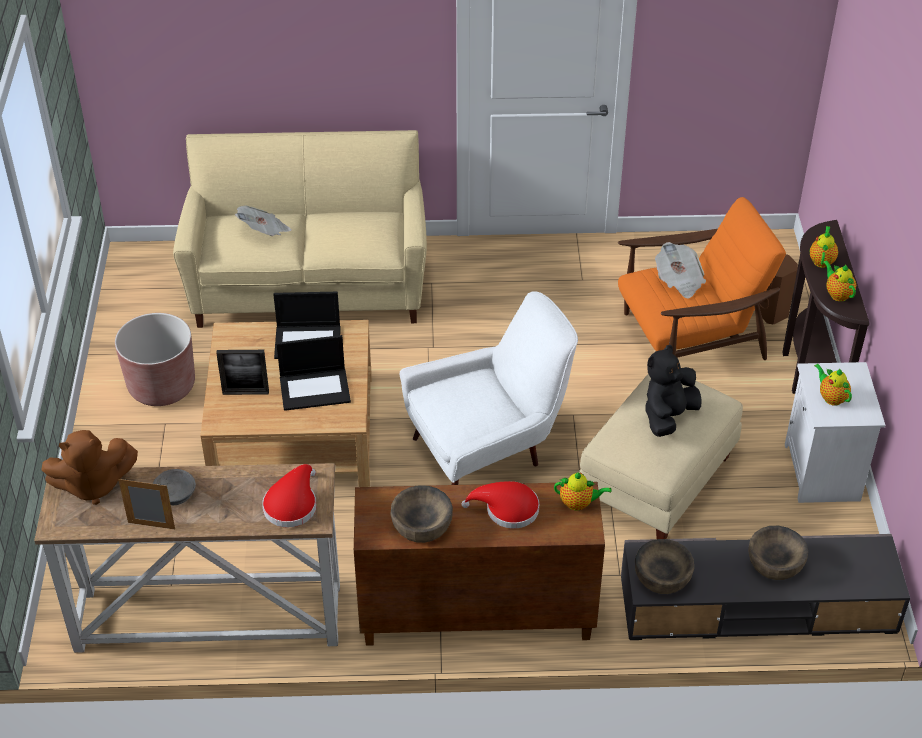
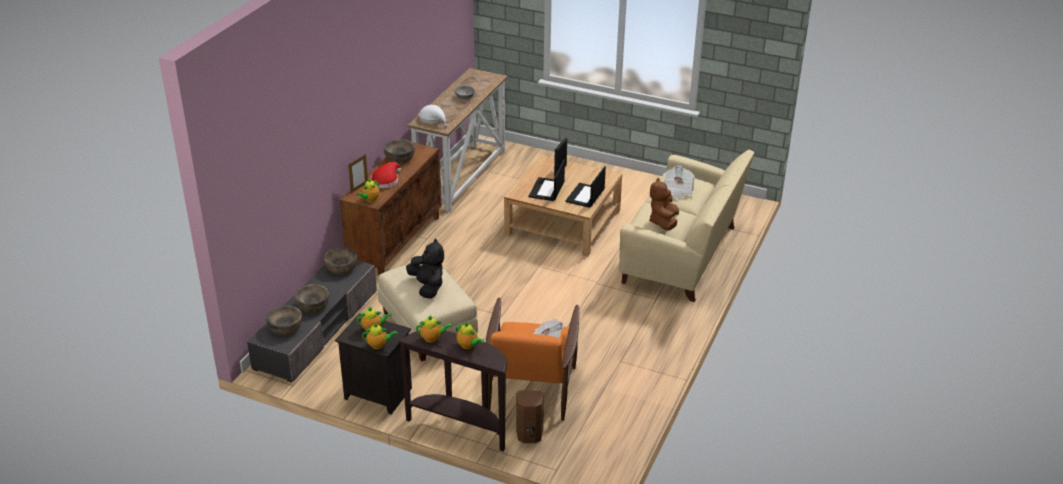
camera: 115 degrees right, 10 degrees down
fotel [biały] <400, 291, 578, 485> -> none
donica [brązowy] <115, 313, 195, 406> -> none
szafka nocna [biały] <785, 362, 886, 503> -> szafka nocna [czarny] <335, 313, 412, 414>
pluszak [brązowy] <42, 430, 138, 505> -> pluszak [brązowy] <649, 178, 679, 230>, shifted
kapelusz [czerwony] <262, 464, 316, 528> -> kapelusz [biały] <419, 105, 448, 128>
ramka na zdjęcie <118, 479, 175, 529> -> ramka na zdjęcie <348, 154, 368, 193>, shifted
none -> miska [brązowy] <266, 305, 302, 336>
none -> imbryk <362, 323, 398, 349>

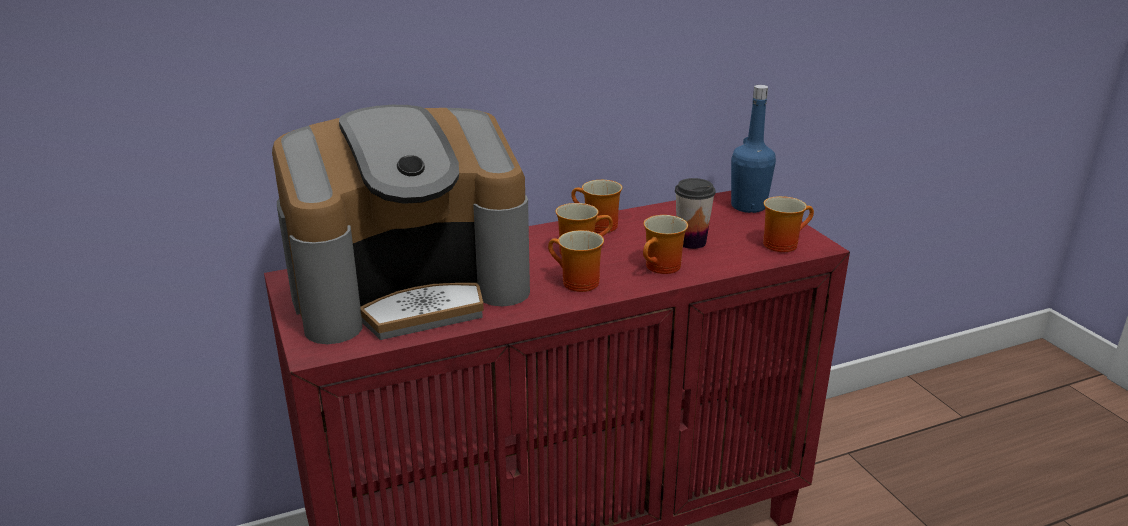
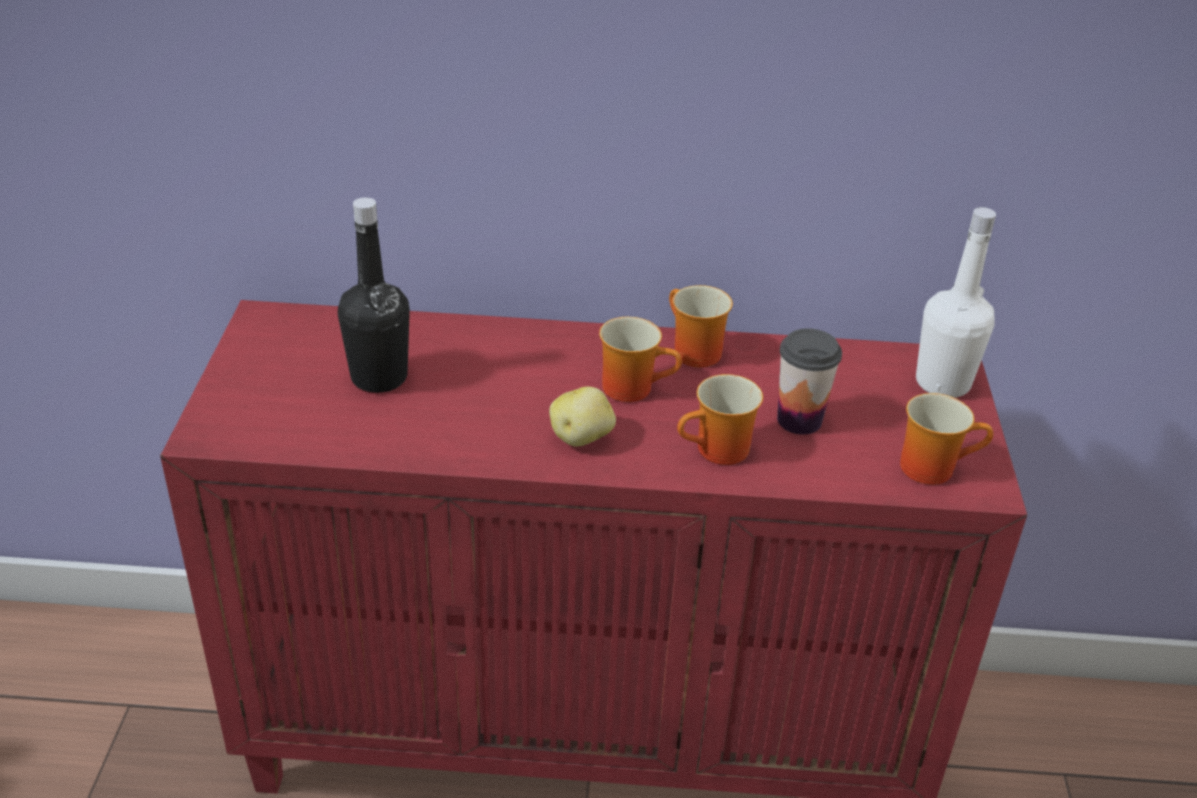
camera: 25 degrees right, 10 degrees up
butelka [niebieski] <731, 85, 776, 213> -> butelka [biały] <916, 207, 996, 398>
ekspres do kawy <272, 105, 530, 344> -> butelka [czarny] <338, 197, 410, 393>
kubek <548, 230, 604, 292> -> ziemniak <549, 387, 616, 446>

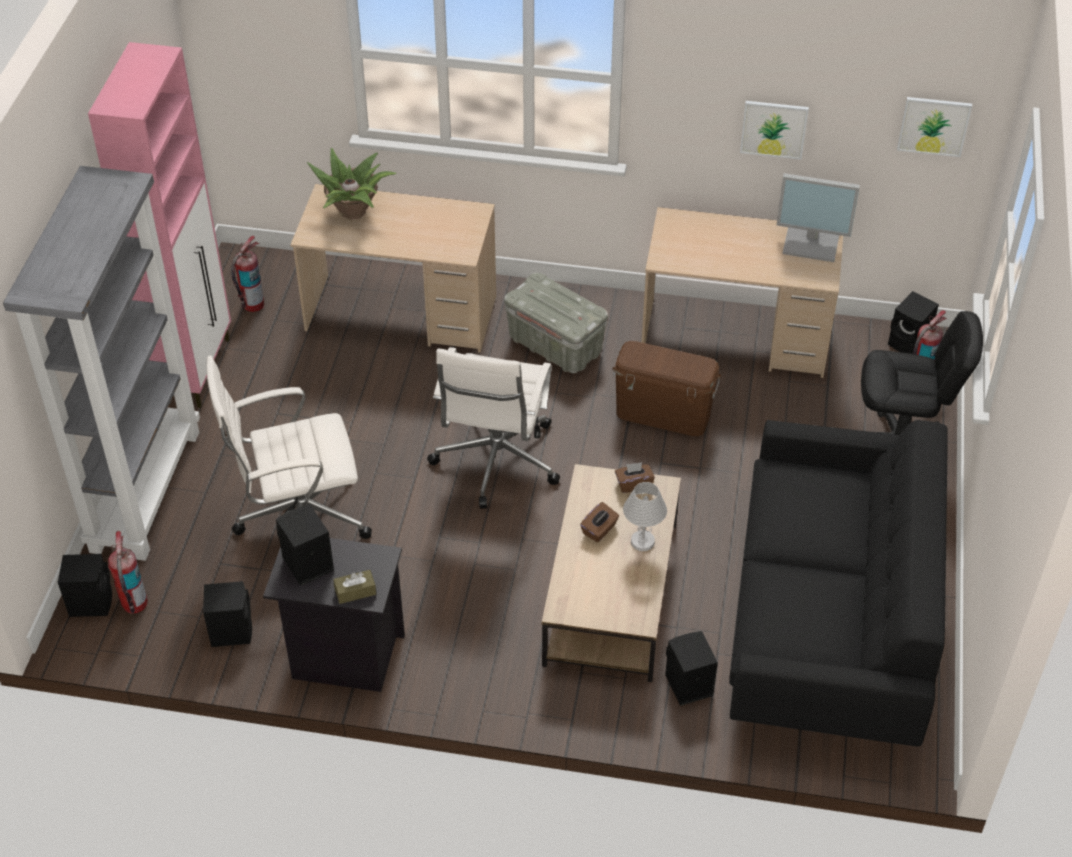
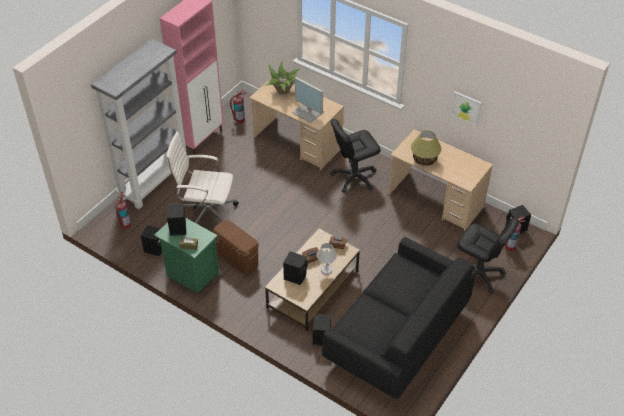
camera: 25 degrees right, 0 degrees up
obraz <897, 97, 972, 157> -> none
monitor <777, 173, 860, 262> -> monitor <292, 77, 324, 123>, shifted
pojemnik do przechowywania [szary] <504, 273, 608, 373> -> krzesło biurowe [czarny] <330, 119, 381, 193>
pojemnik do przechowywania [brązowy] <612, 341, 721, 436> -> pojemnik do przechowywania [brązowy] <213, 220, 259, 275>, shifted
krzesło biurowe [biały] <427, 347, 560, 509> -> none
szafka nocna [czarny] <263, 538, 405, 692> -> szafka nocna [zielony] <154, 218, 220, 294>
głośnik [czarny] <58, 554, 112, 617> -> głośnik [czarny] <283, 251, 308, 285>, shifted
none -> lampa stołowa <411, 130, 442, 166>

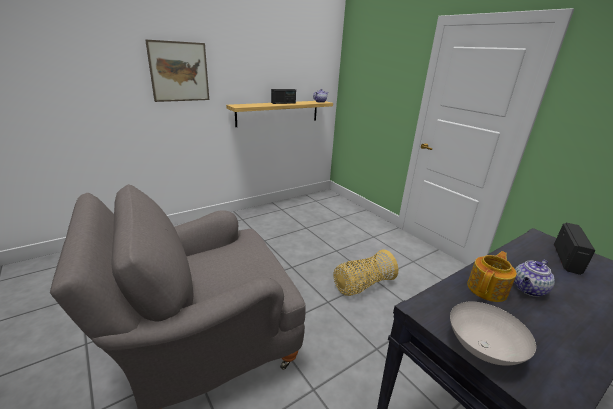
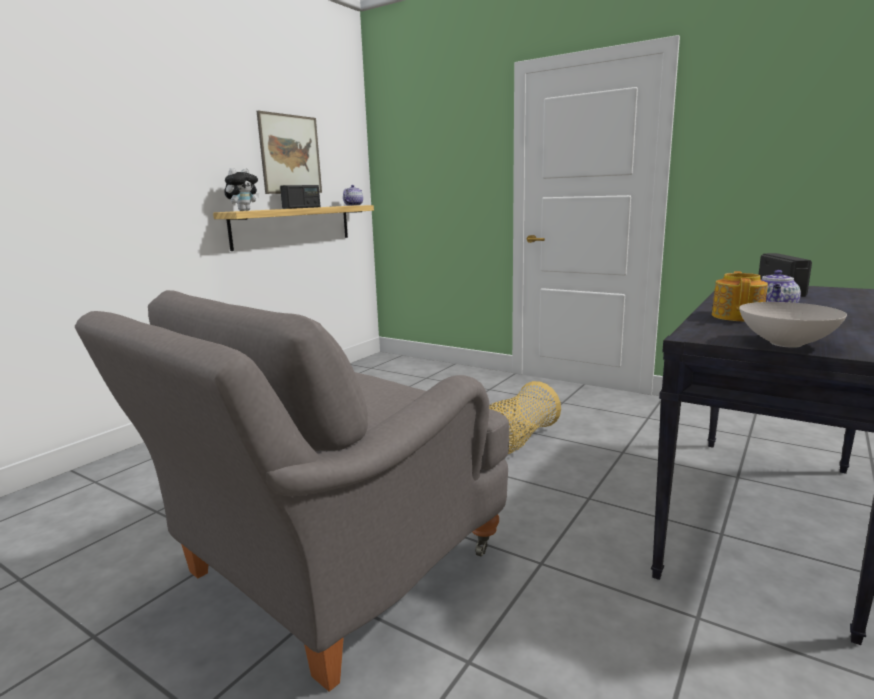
camera: 20 degrees left, 10 degrees down
obraz <145, 39, 209, 102> -> obraz <257, 111, 322, 194>, shifted
none -> pluszak <224, 168, 259, 211>

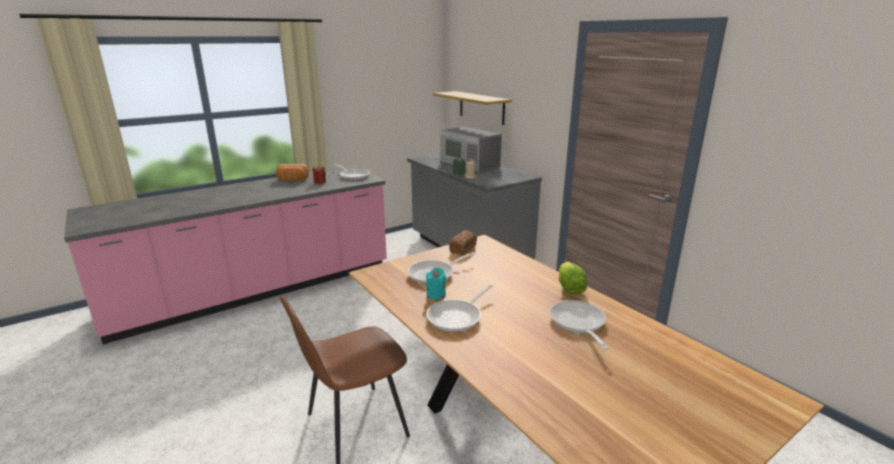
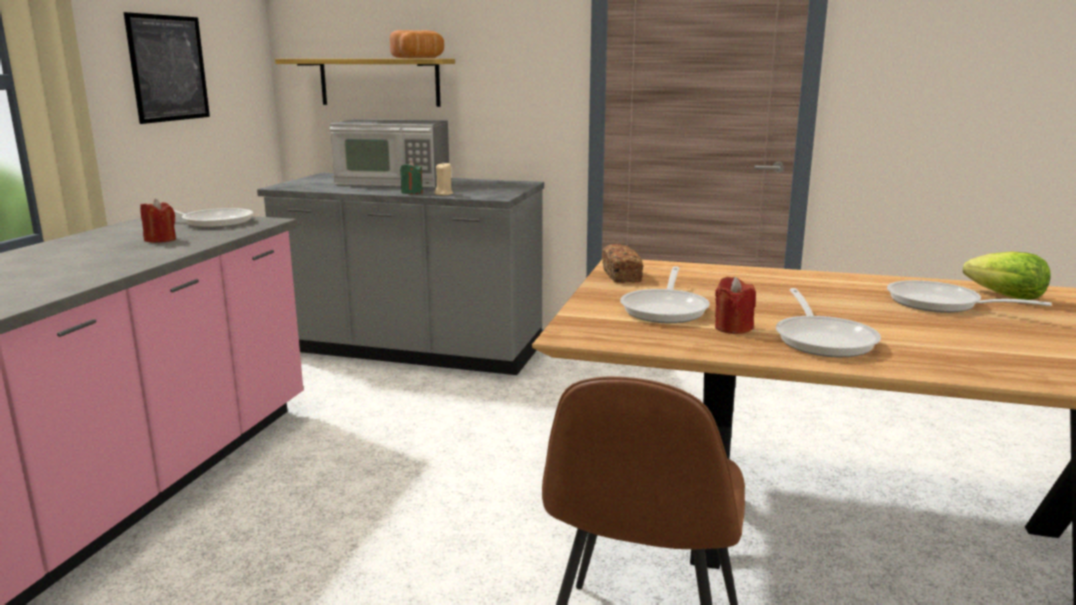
camera: 40 degrees left, 5 degrees down
chleb <276, 164, 309, 181> -> chleb <390, 30, 444, 58>, shifted
sałata <559, 262, 587, 295> -> sałata <963, 251, 1051, 300>, shifted
świeca [turkusowy] <426, 268, 446, 300> -> świeca [czerwony] <715, 277, 756, 334>
none -> obraz <124, 12, 210, 124>

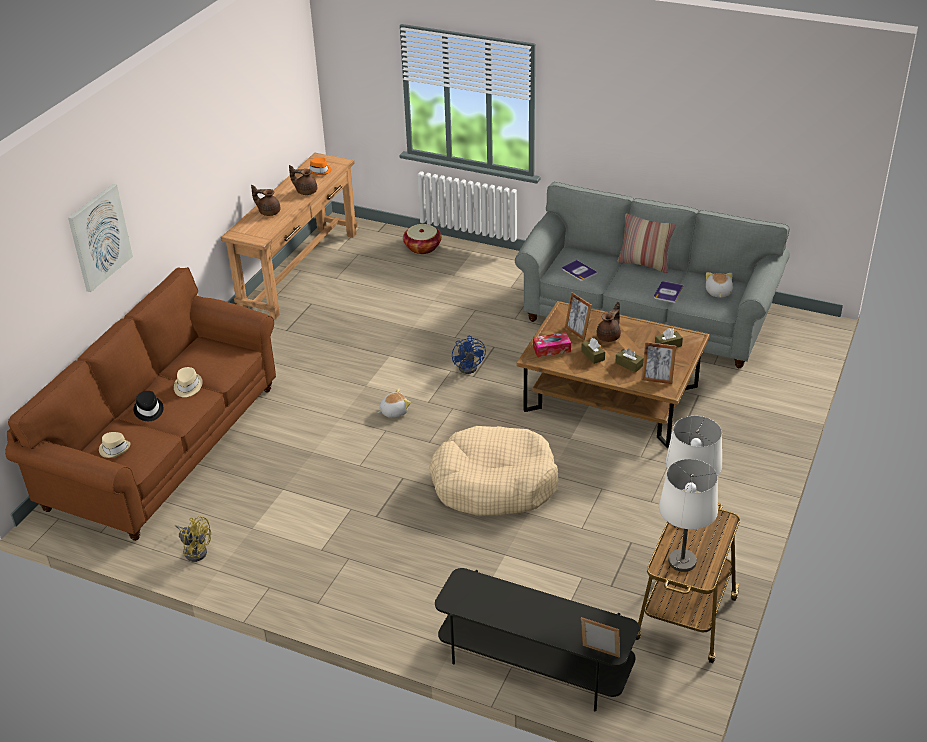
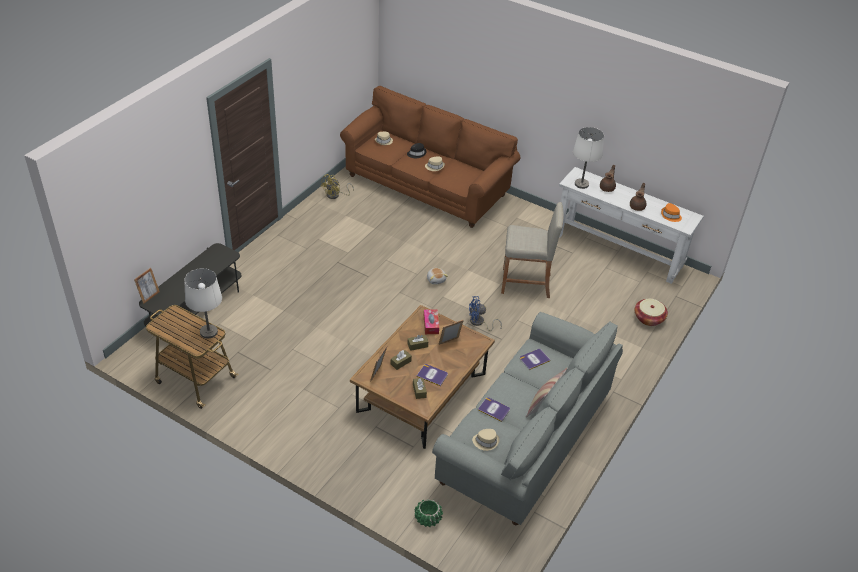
camera: 95 degrees right, 5 degrees up
stolik konsolowy [brązowy] <221, 153, 357, 319> -> stolik konsolowy [biały] <559, 167, 704, 284>
obraz <68, 184, 133, 292> -> none
pluszak <706, 272, 733, 298> -> kapelusz [beżowy] <472, 429, 500, 451>
imbryk [brązowy] <597, 302, 621, 342> -> none
legowisko [beżowy] <429, 426, 559, 516> -> none
lampa stołowa [biały] <659, 459, 718, 572> -> lampa stołowa [biały] <573, 127, 604, 189>, shifted
none -> stołek [beżowy] <501, 202, 563, 298>
none -> książka <417, 364, 448, 386>
none -> donica [zielony] <415, 499, 443, 527>

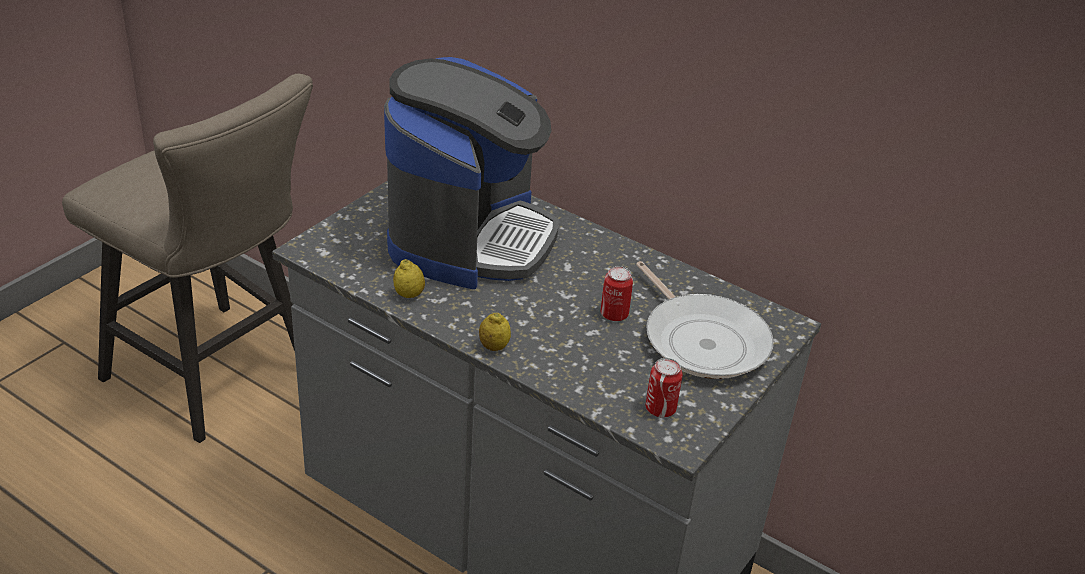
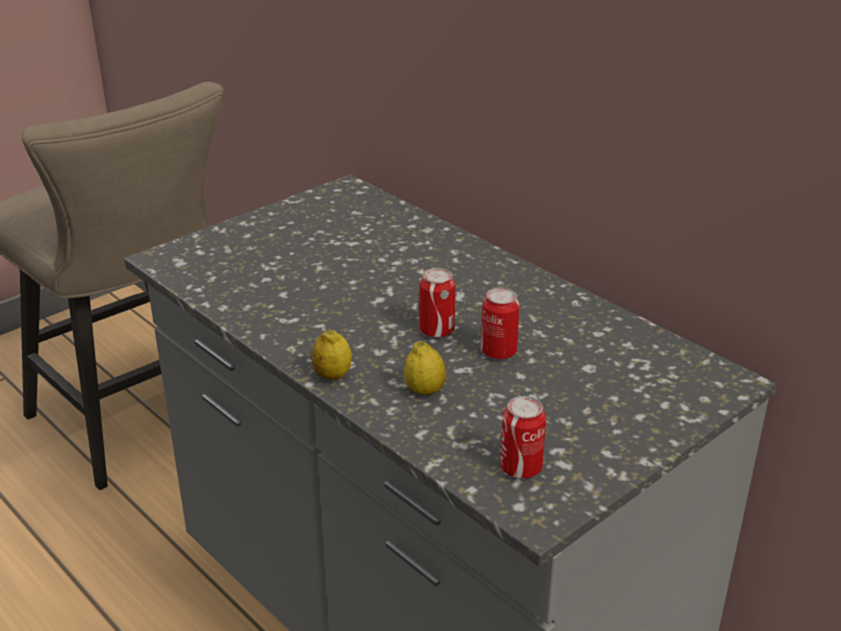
camera: 15 degrees right, 5 degrees down
ekspres do kawy <384, 57, 559, 289> -> none
cytryna <393, 259, 425, 298> -> cytryna <404, 341, 446, 395>, shifted
patelnia <636, 261, 774, 379> -> none
none -> puszka <419, 268, 455, 338>

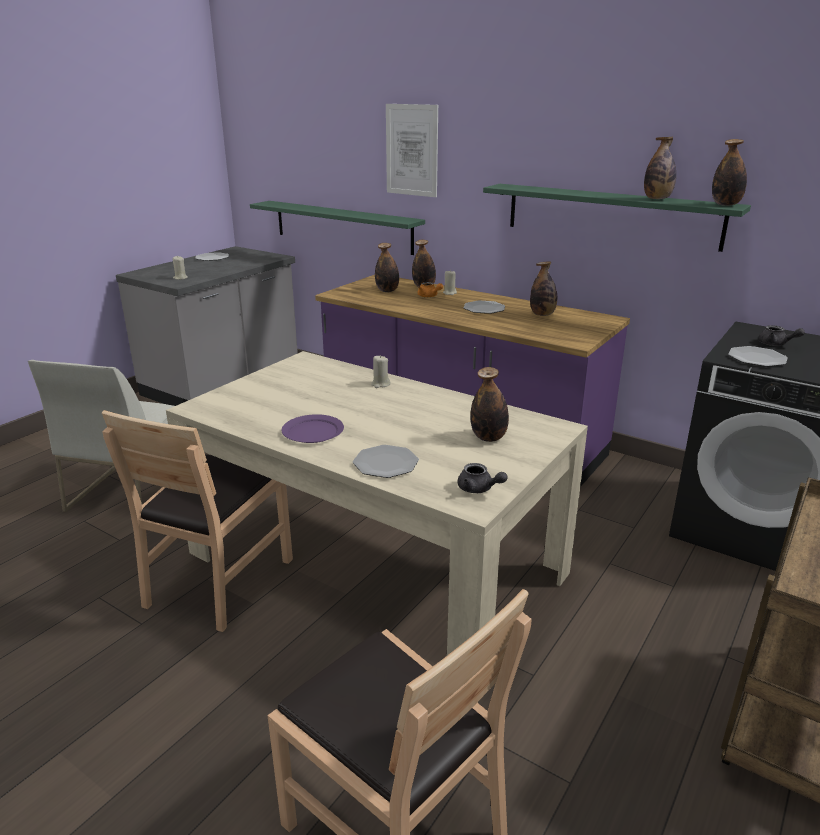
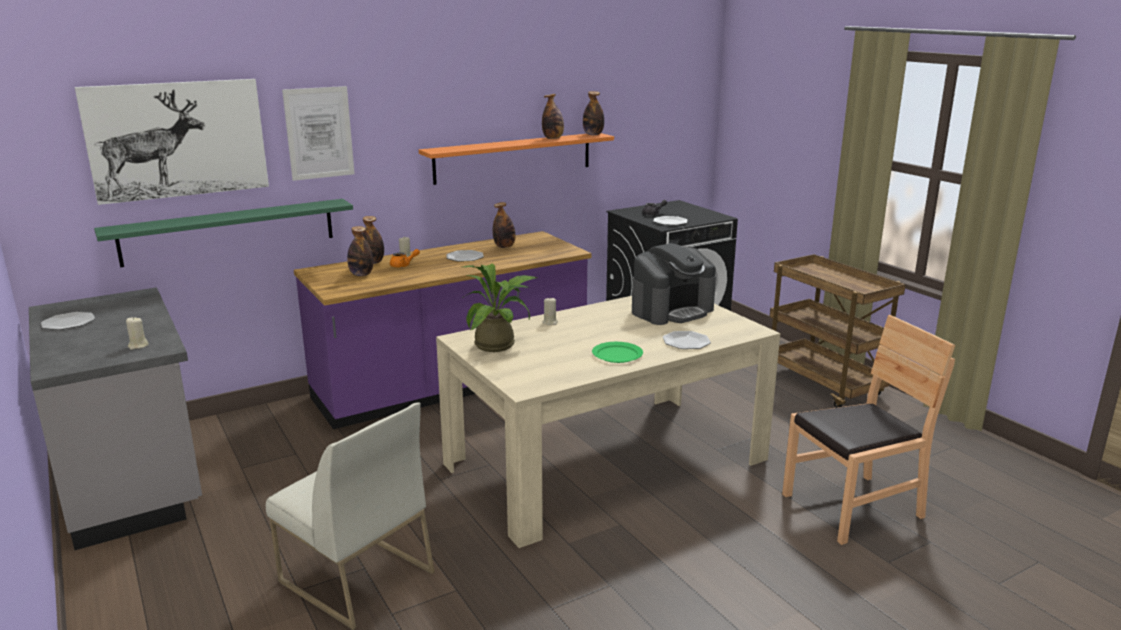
camera: 65 degrees left, 5 degrees down
półka [zielony] <483, 184, 751, 252> -> półka [pomarańczowy] <419, 133, 614, 185>
butelka <470, 367, 509, 442> -> ekspres do kawy <632, 243, 716, 325>
krzesło [brązowy] <102, 410, 293, 632> -> none
talerz [fioletowy] <281, 414, 344, 443> -> talerz [zielony] <592, 342, 643, 363>
imbryk [szary] <458, 463, 508, 493> -> none
none -> obraz <75, 79, 269, 205>
none -> roślina doniczkowa <462, 263, 537, 352>

